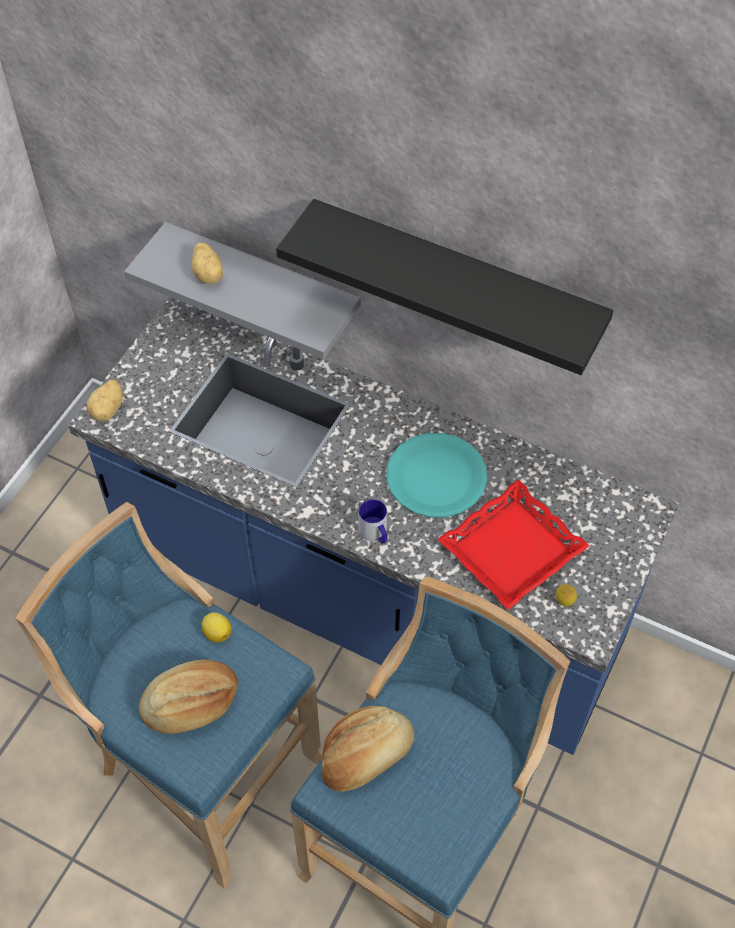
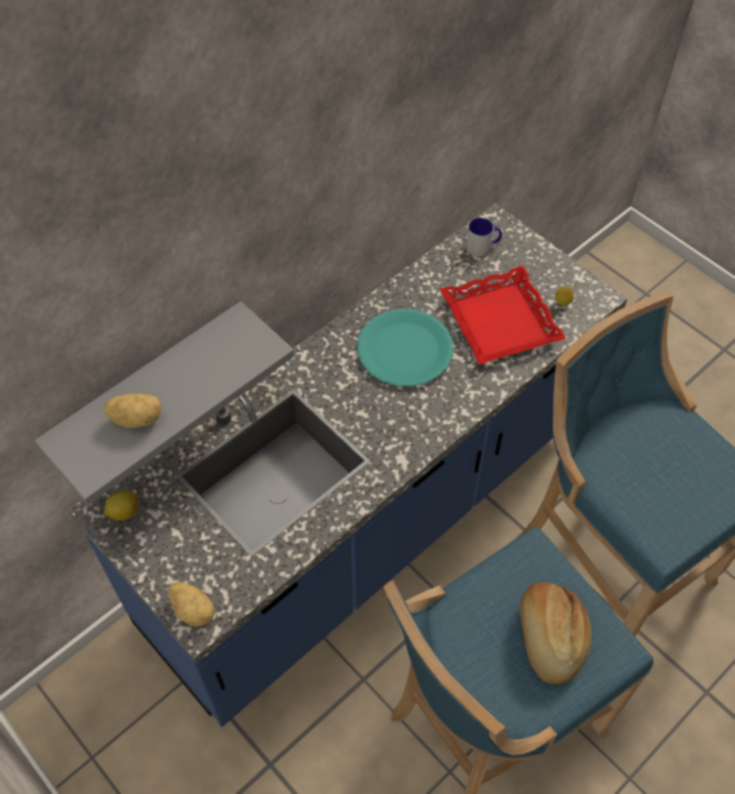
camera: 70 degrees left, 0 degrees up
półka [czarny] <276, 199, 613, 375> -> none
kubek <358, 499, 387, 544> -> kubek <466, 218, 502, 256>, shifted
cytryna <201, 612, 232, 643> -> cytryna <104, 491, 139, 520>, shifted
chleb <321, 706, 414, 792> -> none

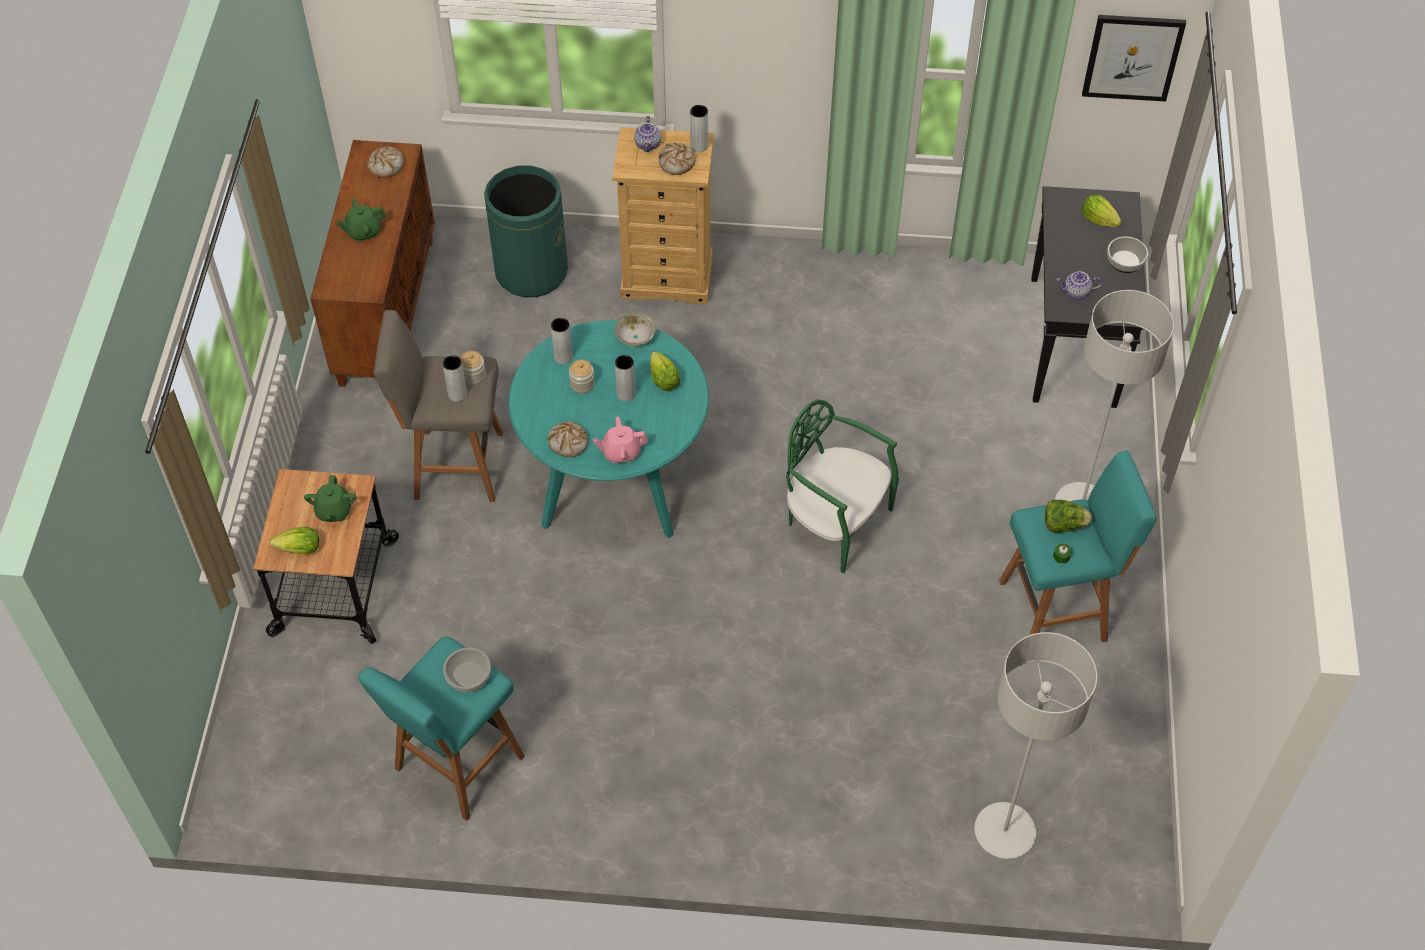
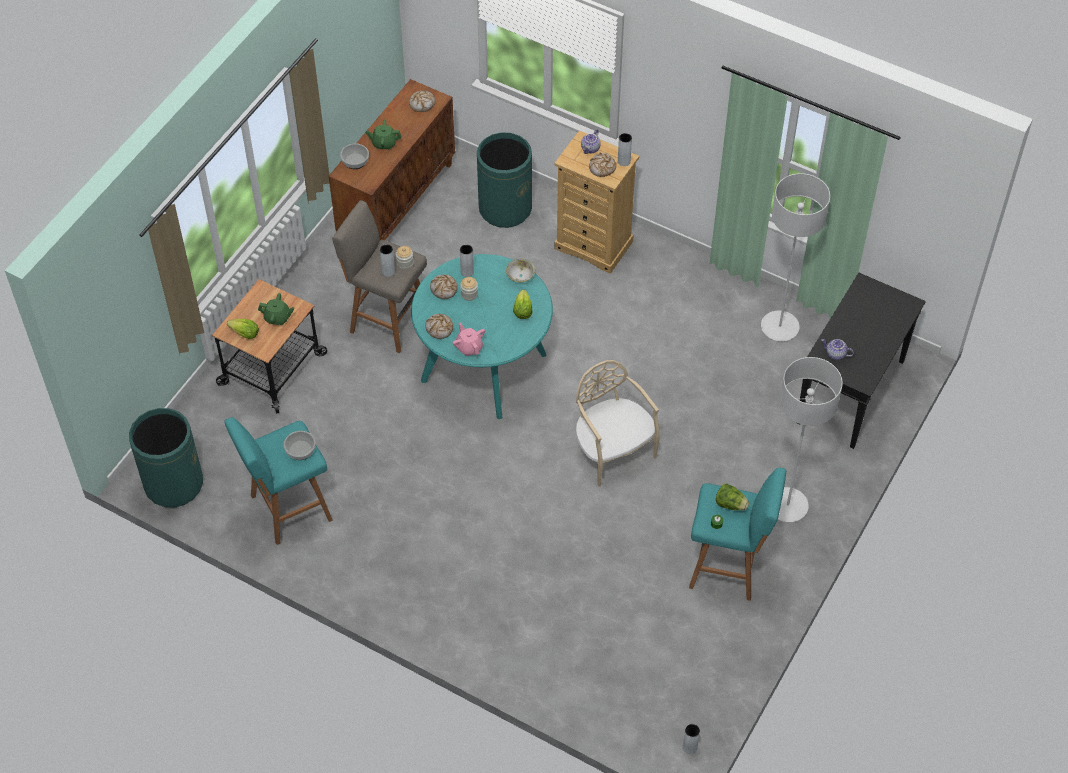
camera: 25 degrees right, 0 degrees up
obraz <1082, 15, 1186, 102> -> none
sałata <1082, 195, 1122, 227> -> none
miska <1107, 236, 1148, 273> -> miska <340, 144, 369, 169>, shifted
wazon [szary] <615, 355, 636, 401> -> wazon [szary] <683, 724, 700, 754>, shifted
krzesło [zielony] <786, 399, 899, 573> -> krzesło [beżowy] <575, 360, 660, 487>
imbryk [różowy] <593, 416, 648, 463> -> imbryk [różowy] <453, 322, 485, 356>, 45 degrees clockwise
imbryk [zielony] <304, 475, 356, 522> -> imbryk [zielony] <258, 293, 294, 325>, 105 degrees counterclockwise
lampa stojąca [szary] <975, 632, 1098, 859> -> lampa stojąca [szary] <761, 173, 830, 341>, shifted
none -> chleb <430, 275, 458, 299>
none -> kosz na śmieci [zielony] <129, 408, 203, 507>

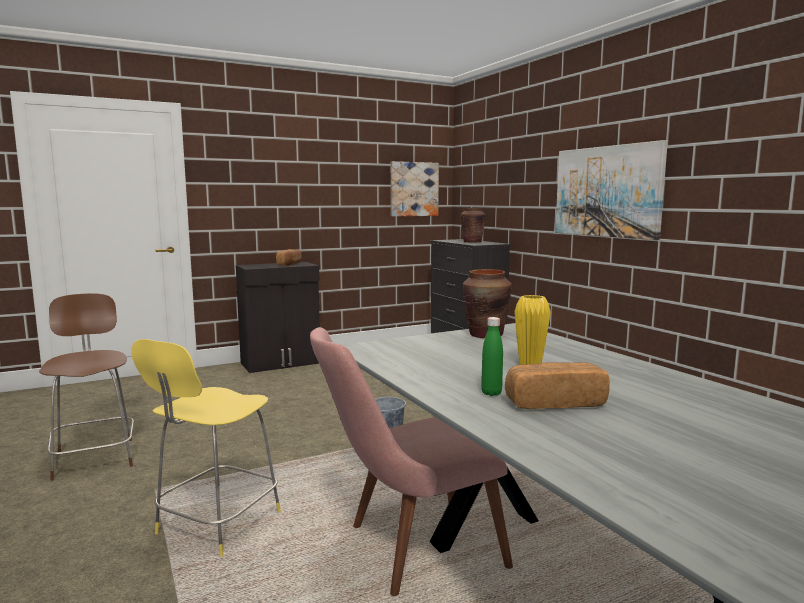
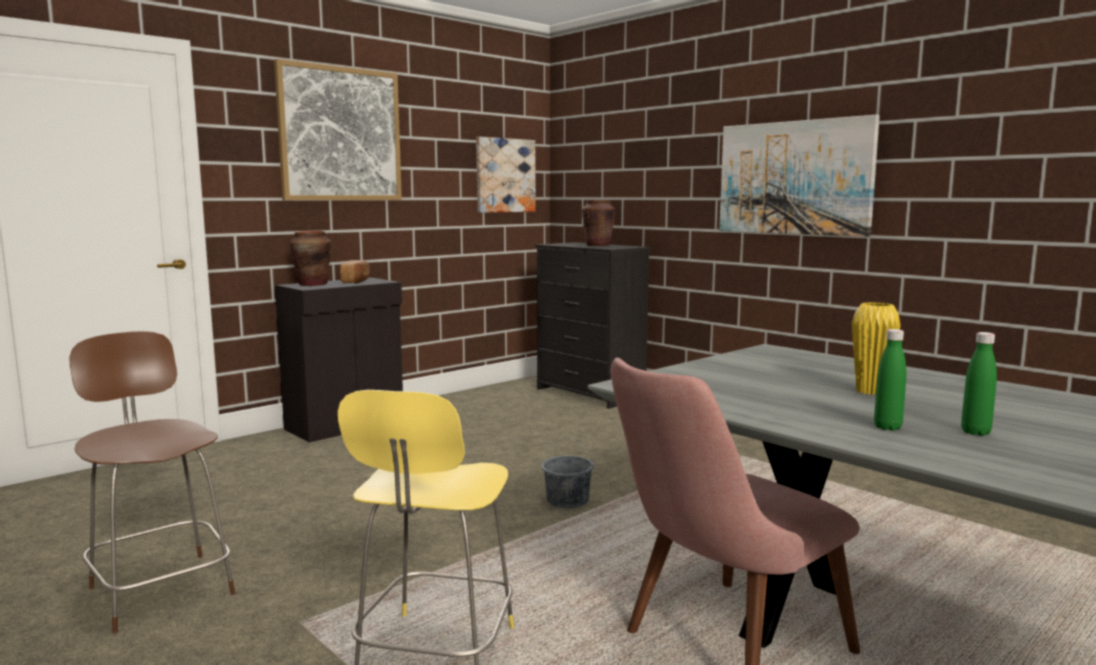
camera: 15 degrees left, 0 degrees up
wazon [brązowy] <463, 269, 512, 338> -> wazon [brązowy] <290, 231, 331, 286>, shifted
chleb <505, 362, 610, 409> -> butelka [zielony] <961, 332, 997, 436>
none -> obraz <274, 59, 402, 200>

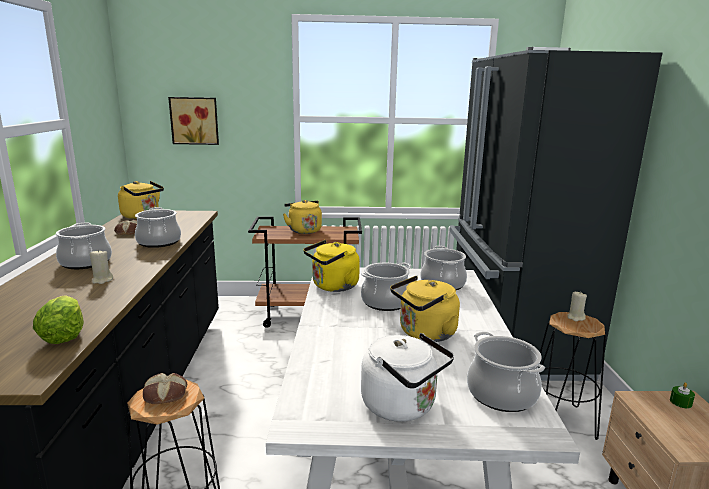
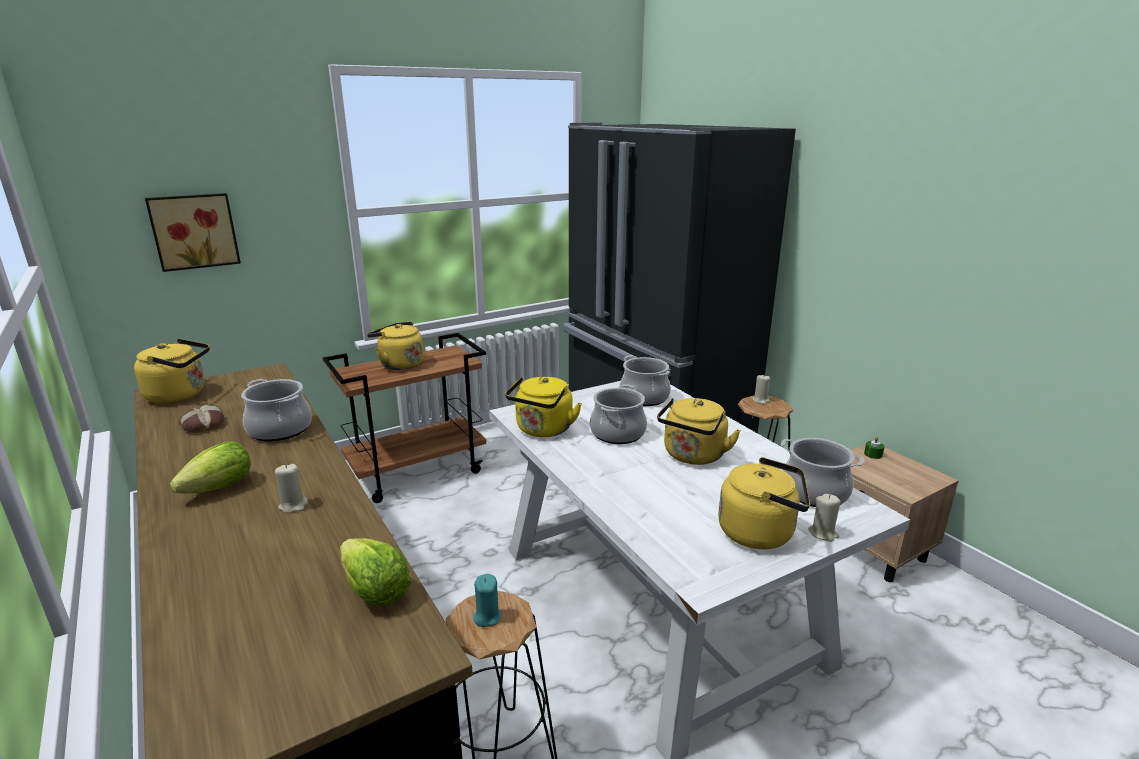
camera: 30 degrees left, 5 degrees up
garnek <56, 223, 112, 269> -> sałata <170, 441, 251, 494>
czajnik [biały] <361, 333, 454, 422> -> czajnik [żółty] <718, 457, 810, 549>
chleb <143, 373, 187, 404> -> świeca [turkusowy] <473, 574, 501, 627>
none -> świeca [beżowy] <808, 494, 841, 542>

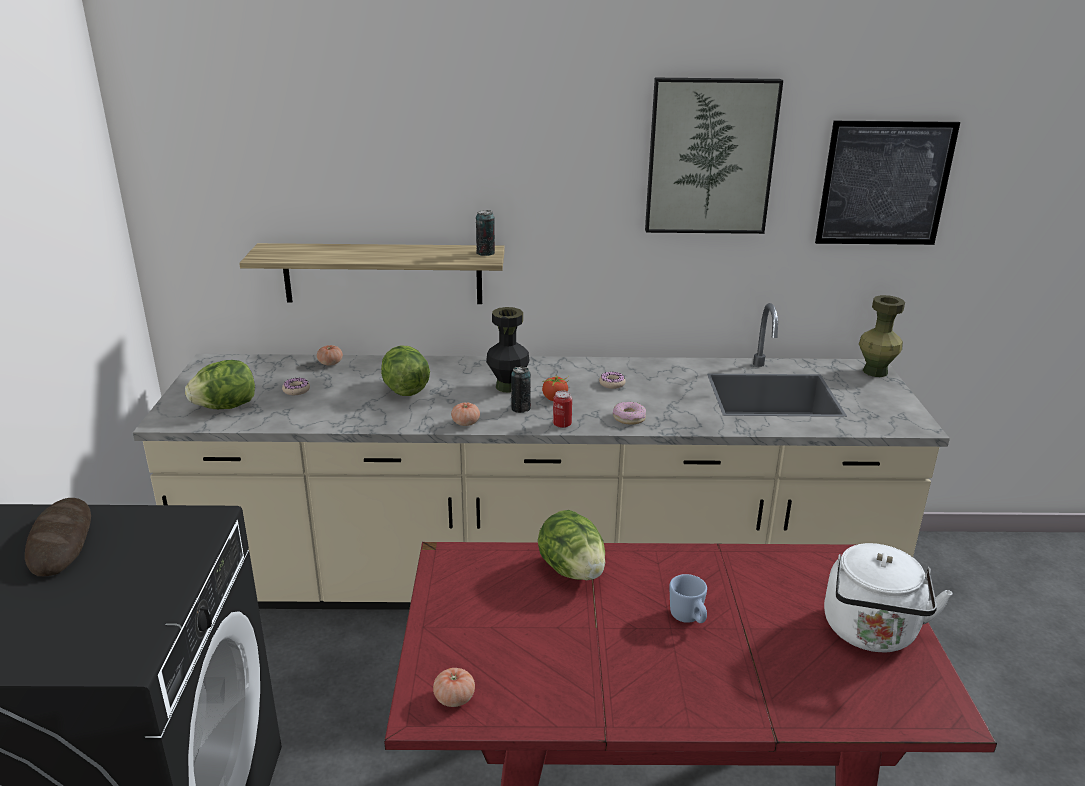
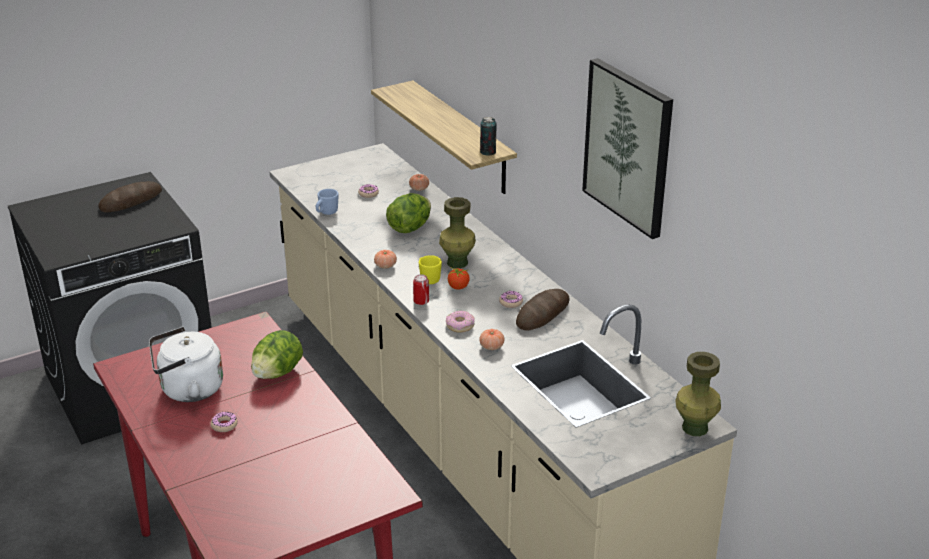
camera: 60 degrees right, 5 degrees up
obraz <815, 121, 960, 245> -> none
wazon [czarny] <486, 307, 529, 393> -> wazon [zielony] <439, 197, 476, 268>
sałata <185, 360, 255, 409> -> none
puszka <511, 366, 531, 413> -> kubek [żółty] <419, 255, 442, 284>
czajnik [biały] <824, 543, 953, 653> -> czajnik [biały] <149, 327, 223, 402>, shifted
kubek [niebieski] <669, 574, 707, 623> -> kubek [niebieski] <316, 189, 339, 215>, shifted
pomidor <433, 668, 475, 707> -> pomidor <479, 329, 505, 350>, shifted
none -> chleb <516, 289, 570, 331>
none -> donut <211, 412, 238, 432>

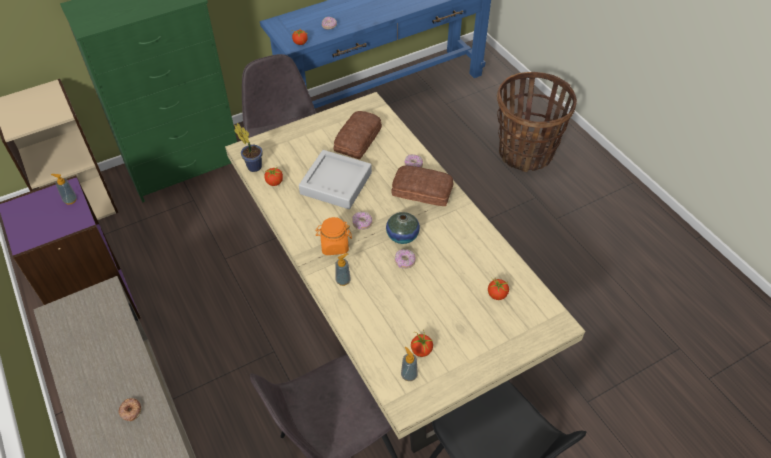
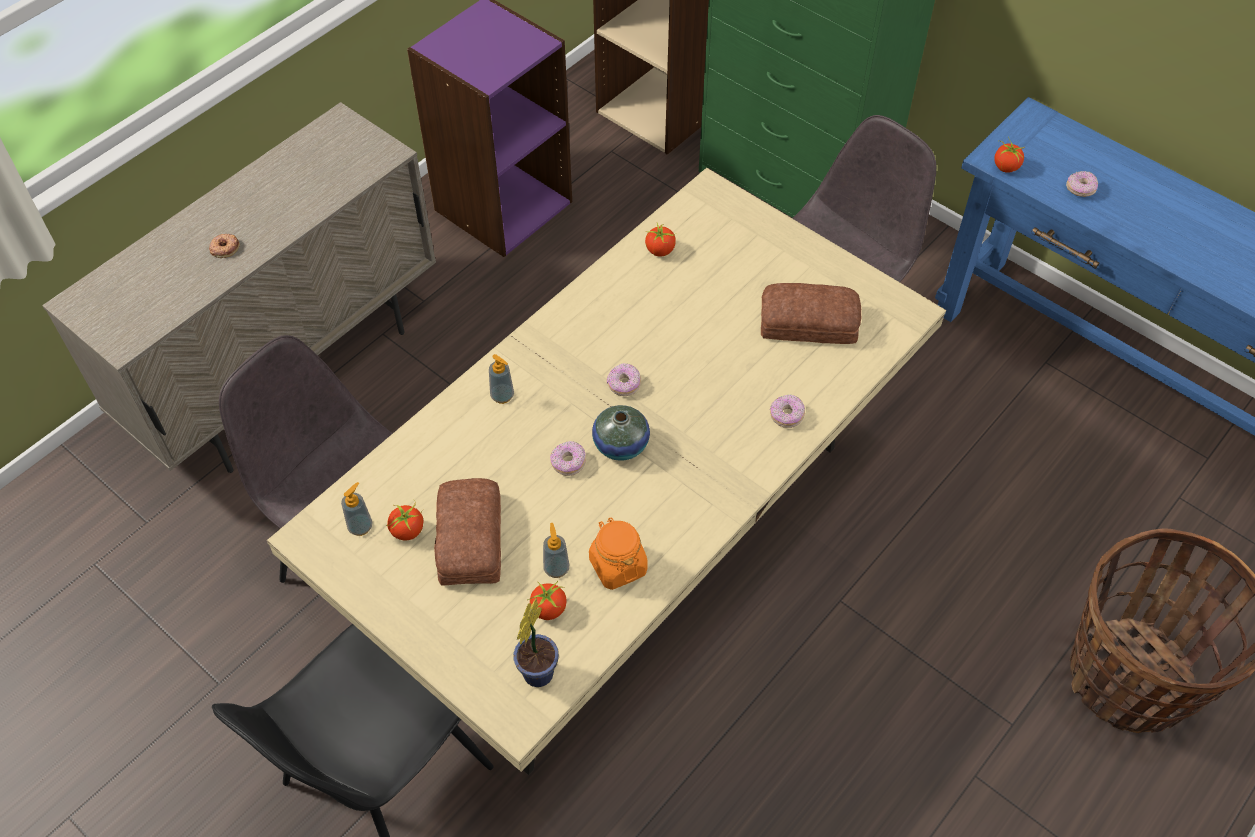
camera: 70 degrees right, 5 degrees up
roślina doniczkowa <234, 123, 263, 172> -> roślina doniczkowa <513, 598, 559, 687>, shifted
taca [szary] <299, 150, 372, 209> -> none
chleb <391, 166, 453, 206> -> chleb <434, 478, 501, 586>, shifted
dozownik mydła <51, 174, 77, 205> -> dozownik mydła <543, 523, 569, 578>, shifted
słoik [pomarańczowy] <315, 217, 352, 255> -> słoik [pomarańczowy] <589, 517, 648, 590>, shifted

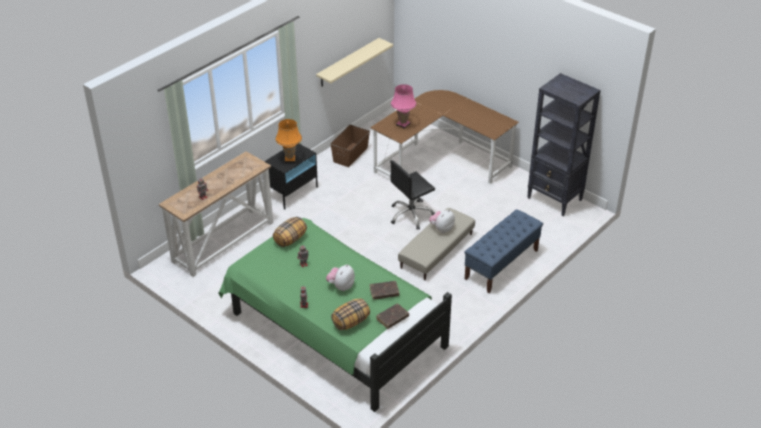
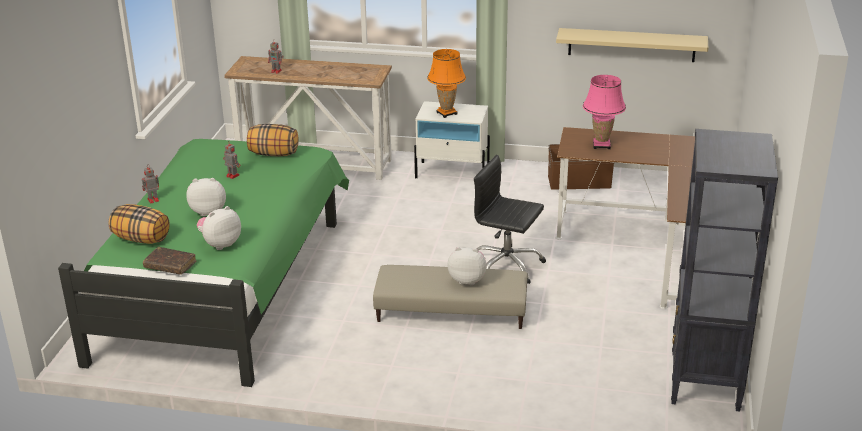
camera: 60 degrees right, 10 degrees down
szafka nocna [czarny] <264, 143, 318, 210> -> szafka nocna [biały] <414, 101, 490, 178>
ławka [niebieski] <465, 209, 543, 293> -> none
książka [brązowy] <370, 281, 399, 300> -> pluszak <197, 206, 241, 250>

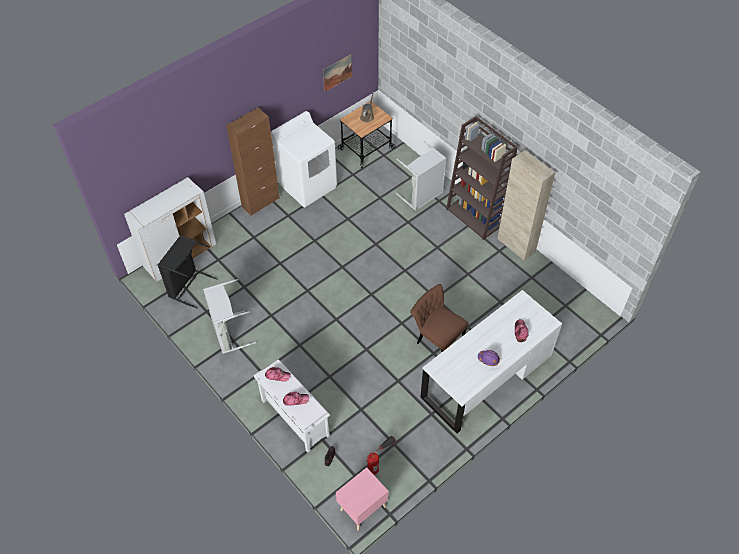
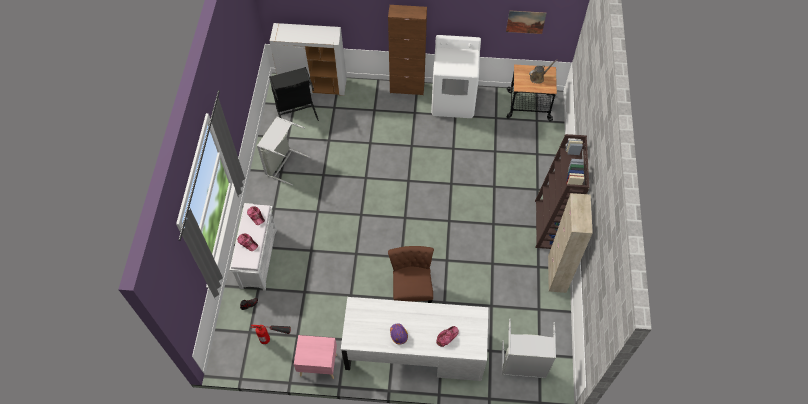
camera: 45 degrees right, 5 degrees up
kosz na pranie [szary] <396, 141, 446, 211> -> kosz na pranie [szary] <502, 319, 556, 378>, shifted
szafka nocna [różowy] <336, 467, 389, 530> -> szafka nocna [różowy] <294, 335, 337, 379>, shifted

